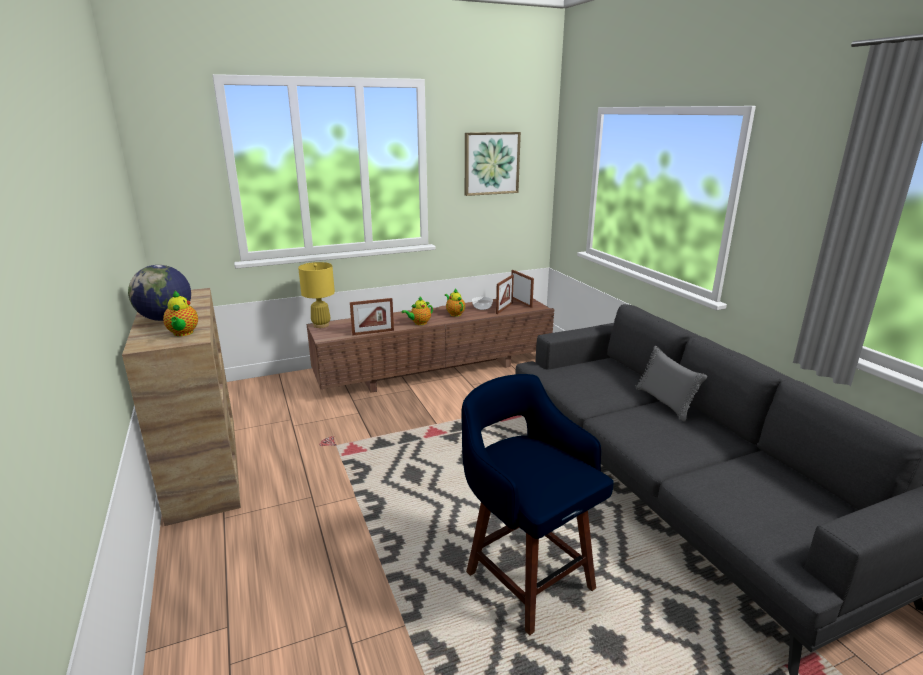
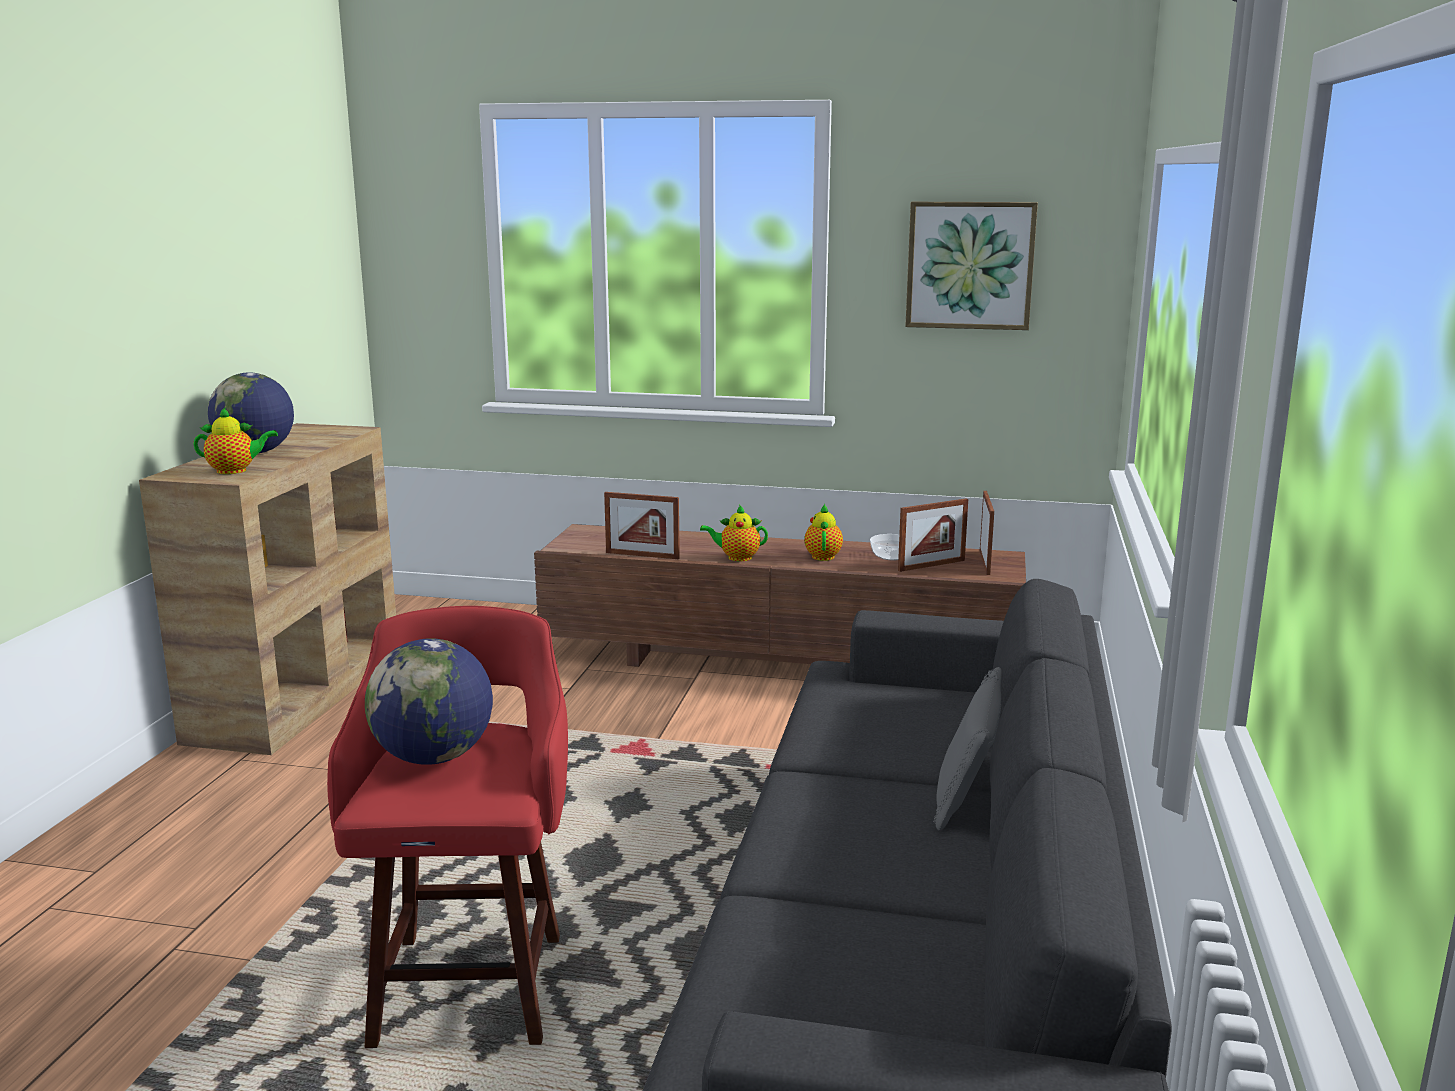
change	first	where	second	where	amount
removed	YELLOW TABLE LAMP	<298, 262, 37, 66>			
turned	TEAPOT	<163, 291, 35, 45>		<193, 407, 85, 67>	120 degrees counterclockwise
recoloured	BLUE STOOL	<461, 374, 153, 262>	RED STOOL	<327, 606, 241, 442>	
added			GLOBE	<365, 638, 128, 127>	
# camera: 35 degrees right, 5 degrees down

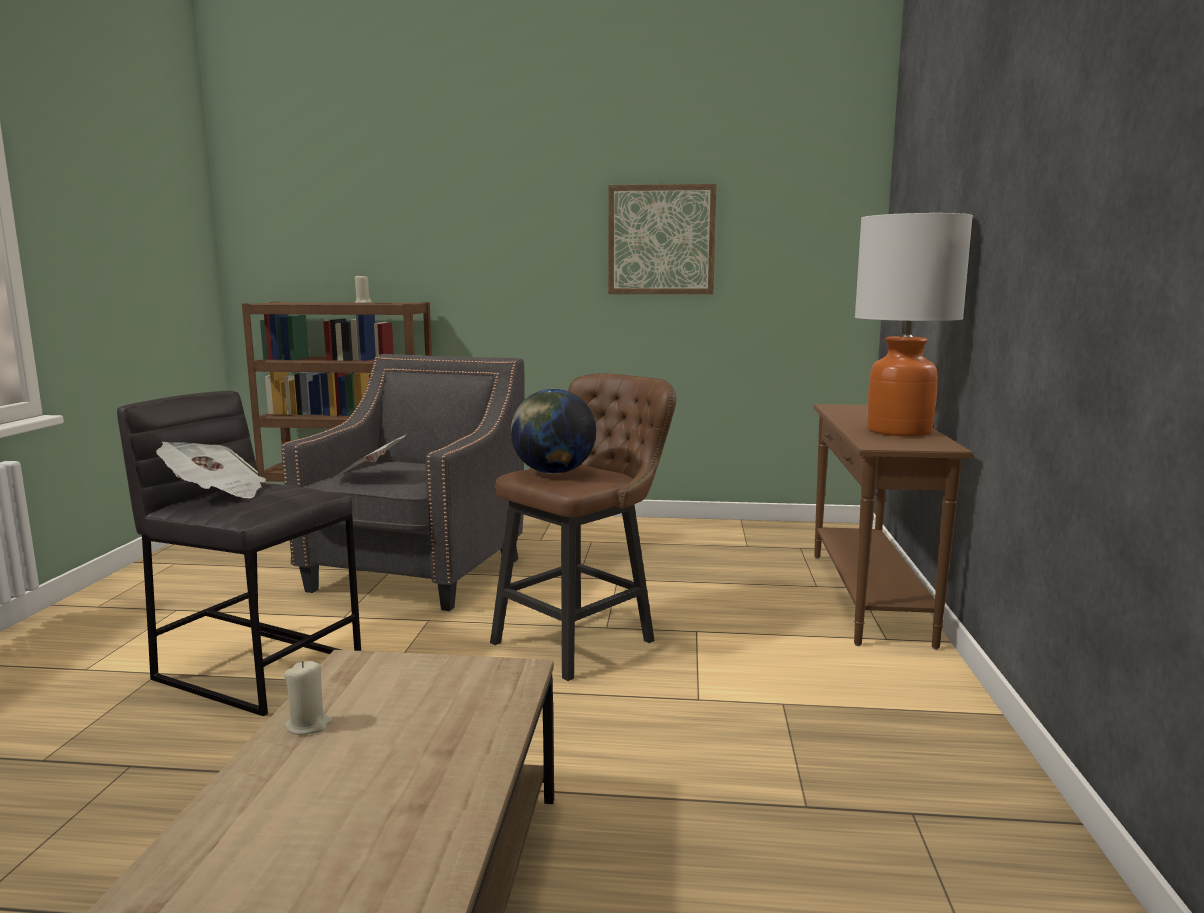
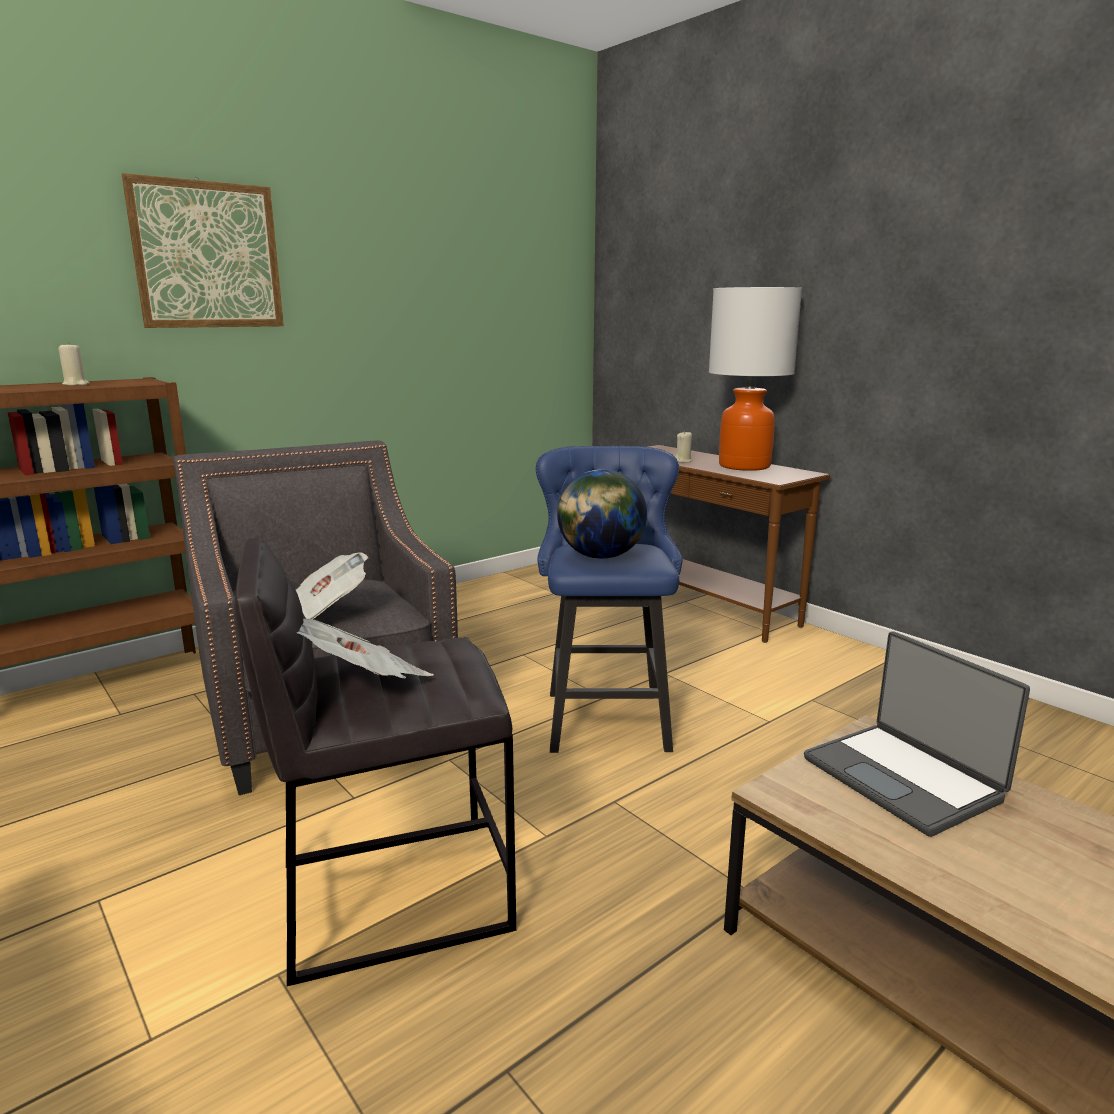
change	first	where	second	where	amount
moved	PICTURE	<608, 183, 109, 111>		<122, 173, 162, 155>	
recoloured	BROWN STOOL	<490, 373, 186, 308>	BLUE STOOL	<536, 446, 147, 307>	
moved	BEIGE CANDLE	<284, 661, 48, 74>		<675, 431, 17, 32>	
added			LAPTOP	<804, 632, 226, 205>	
# camera: 45 degrees left, 5 degrees up

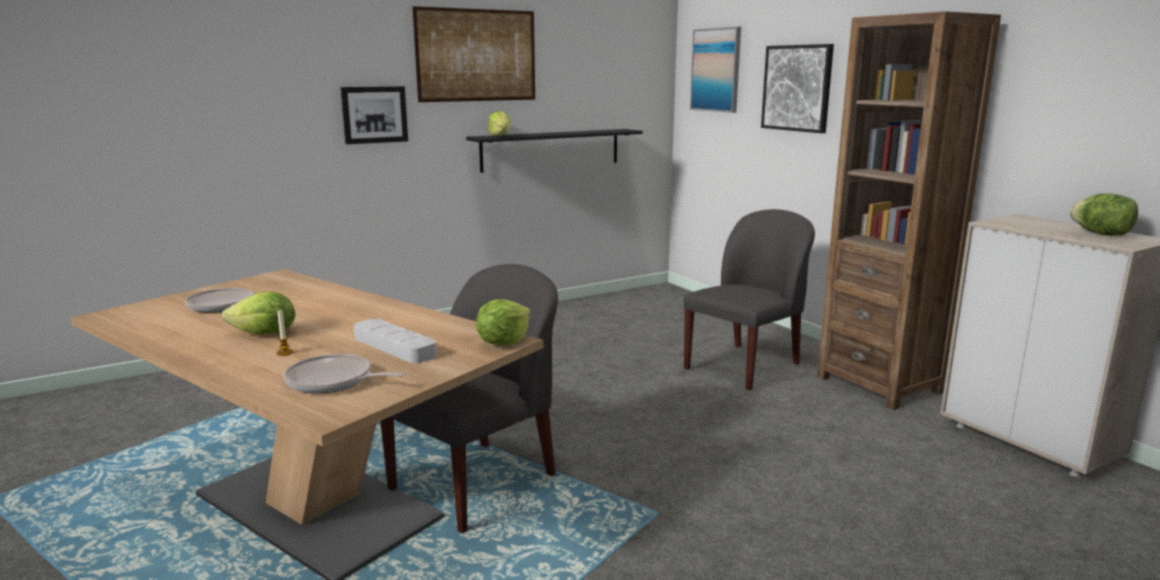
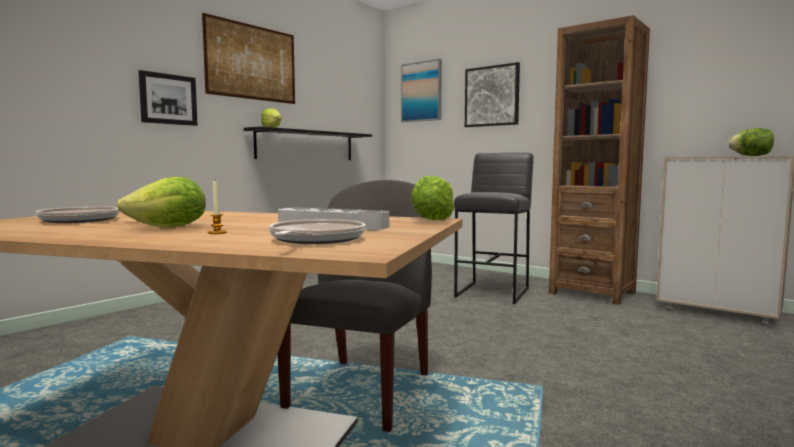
change	first	where	second	where	amount
replaced	GREY CHAIR	<683, 209, 132, 182>	GREY STOOL	<454, 153, 80, 151>	
turned	FRYING PAN	<284, 354, 119, 39>		<269, 219, 97, 25>	105 degrees clockwise
# camera: 20 degrees left, 10 degrees down

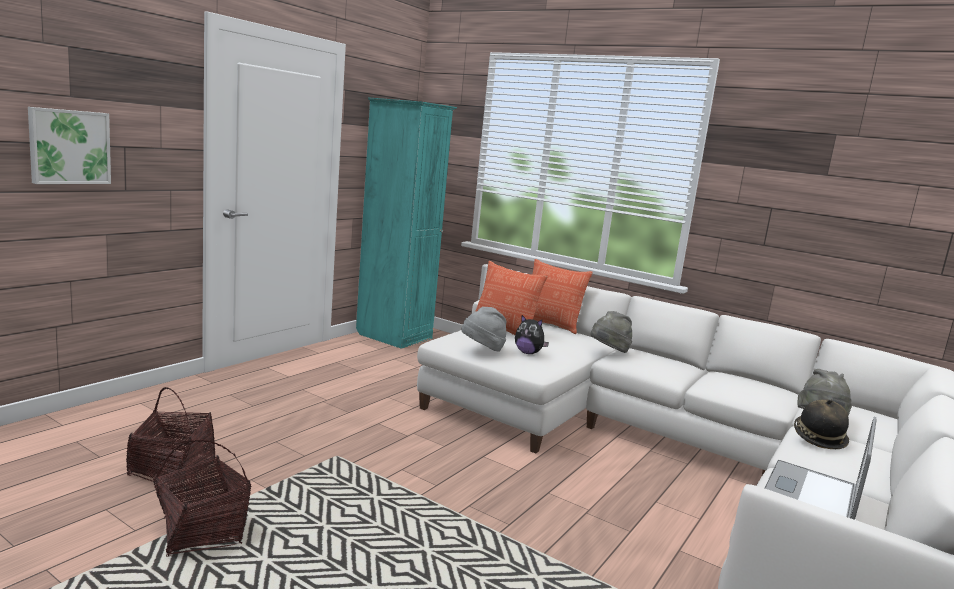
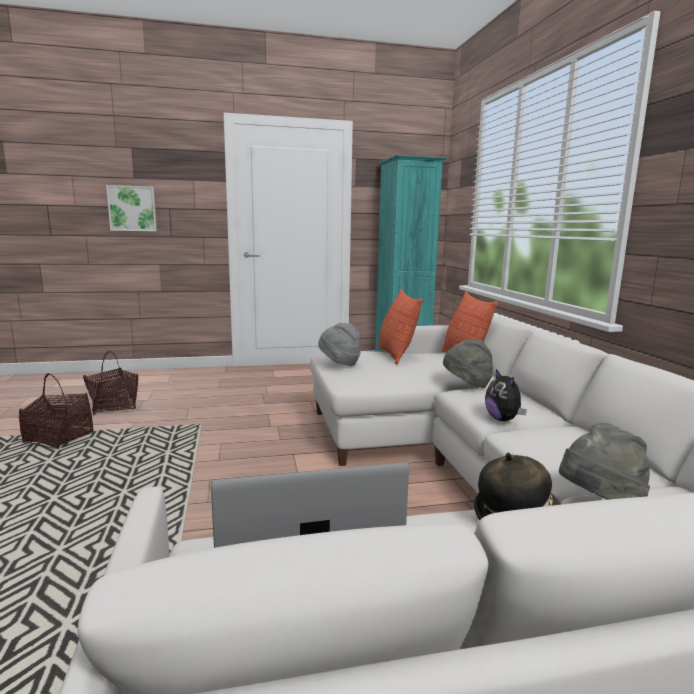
change	first	where	second	where	amount
moved	PLUSH TOY	<515, 315, 34, 39>		<485, 369, 42, 52>	
# camera: 45 degrees right, 0 degrees up

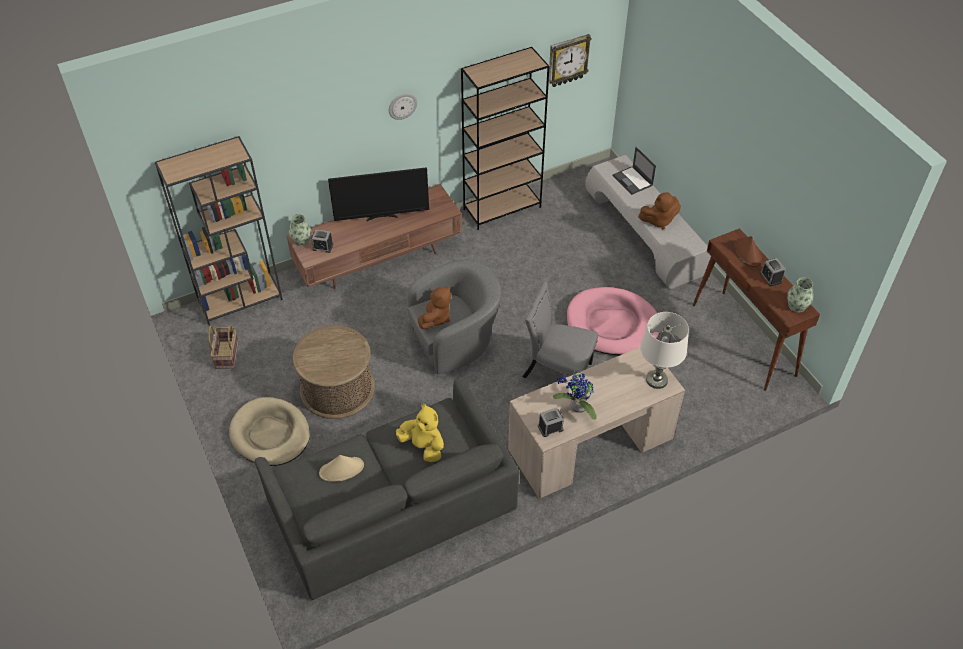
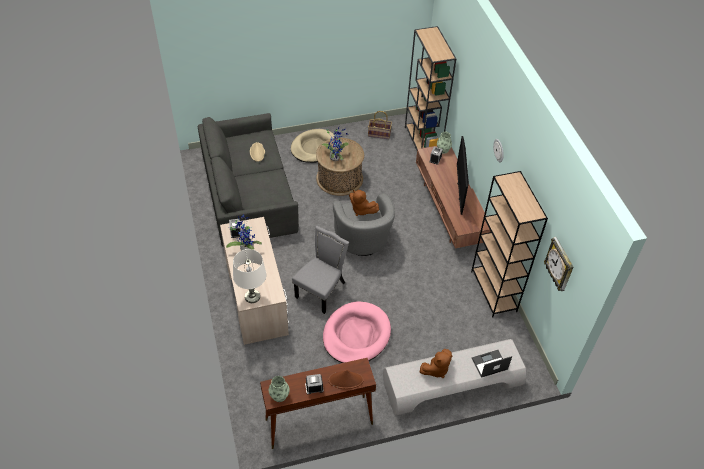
change	first	where	second	where	amount
turned	BROWN PLUSH TOY	<638, 192, 43, 37>		<420, 349, 33, 29>	120 degrees counterclockwise
removed	YELLOW PLUSH TOY	<396, 403, 48, 59>			
added			POTTED PLANT	<322, 126, 27, 35>	
# camera: 100 degrees right, 0 degrees up

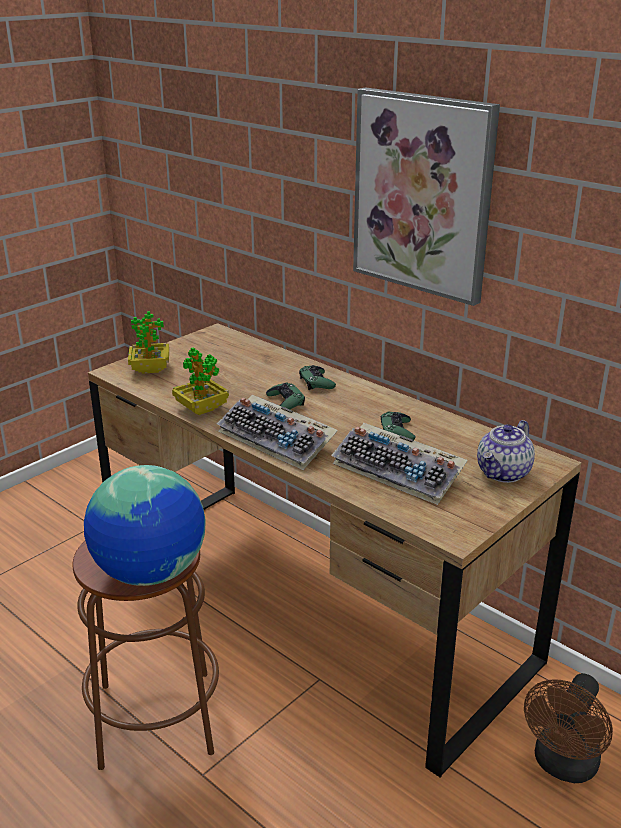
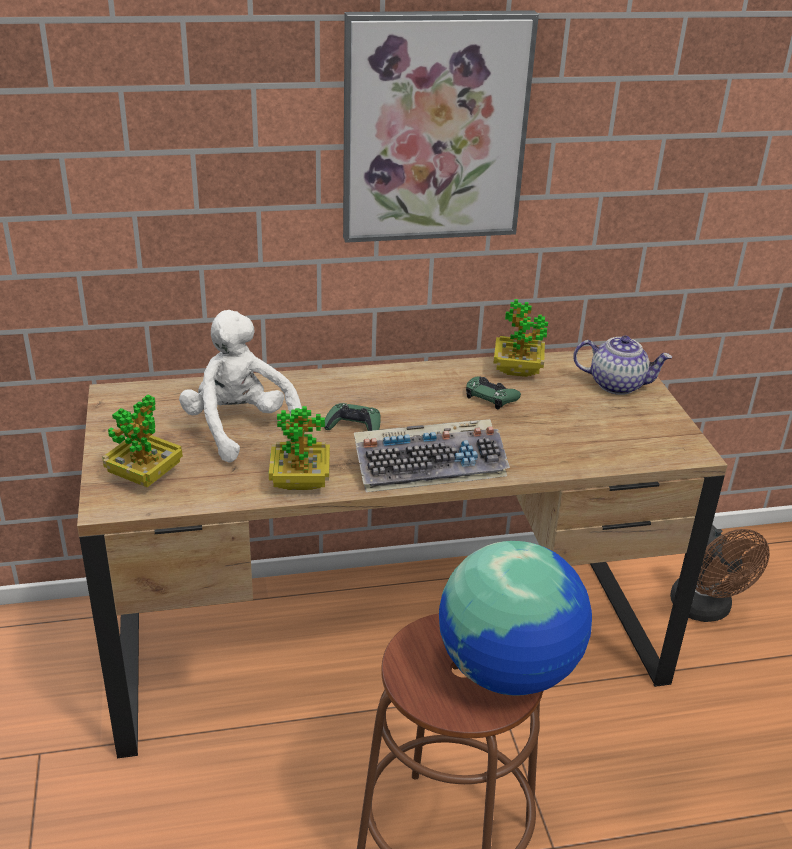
change	first	where	second	where	amount
removed	GREEN GAME CONTROLLER	<299, 365, 37, 25>			
turned	TEAPOT	<477, 420, 58, 63>		<573, 336, 99, 59>	60 degrees counterclockwise
removed	KEYBOARD	<331, 423, 137, 82>			
added			POTTED PLANT	<494, 299, 54, 78>	
added			WHITE PLUSH TOY	<179, 310, 123, 153>	
# camera: 55 degrees left, 5 degrees up

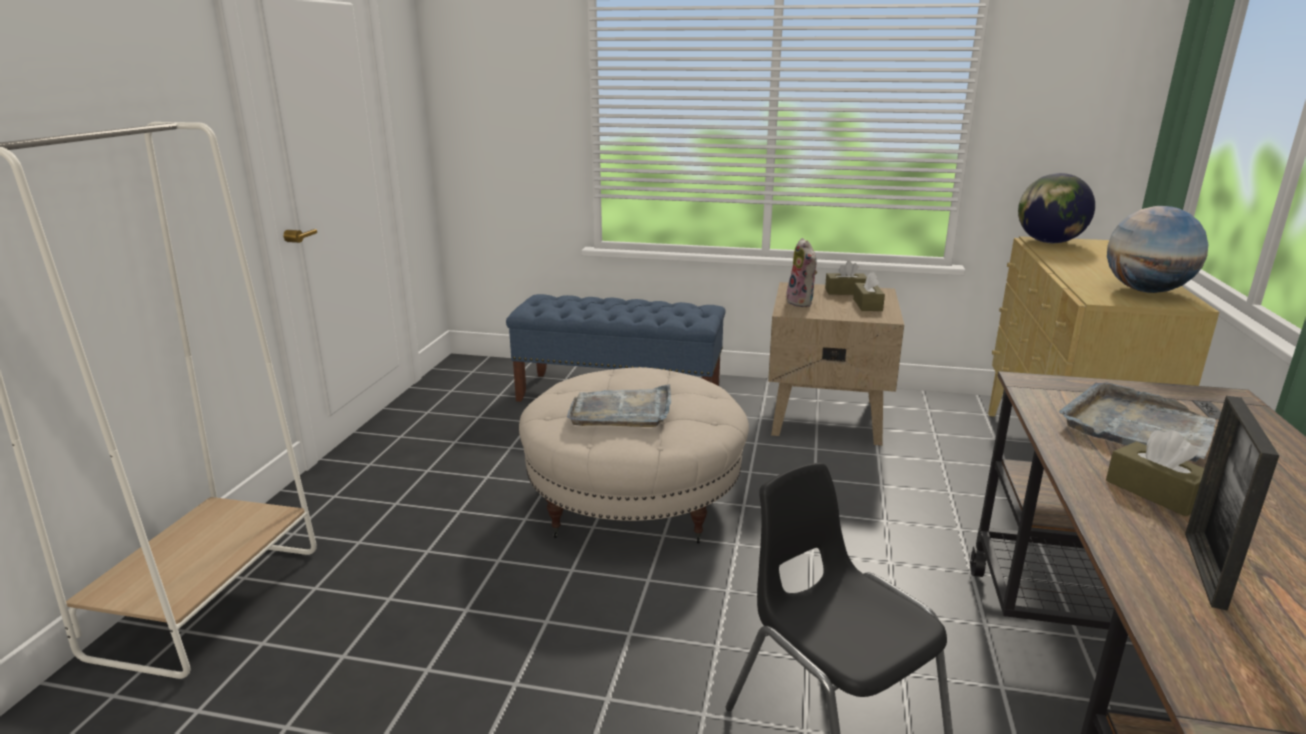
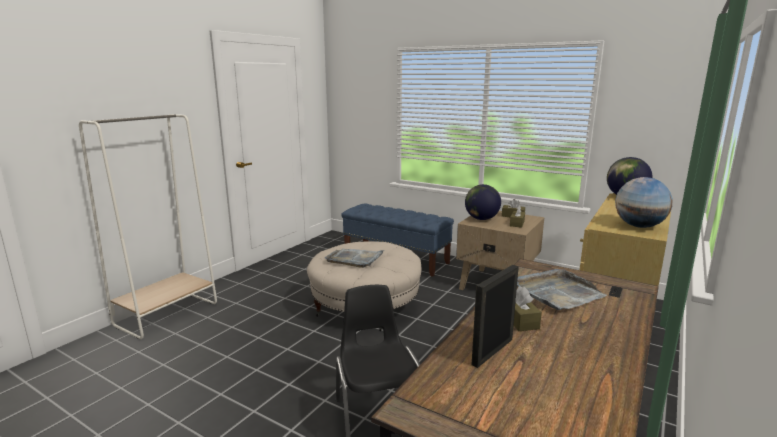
change	first	where	second	where	amount
replaced	PLUSH TOY	<786, 238, 31, 69>	GLOBE	<465, 184, 36, 36>	
# camera: 20 degrees right, 5 degrees down

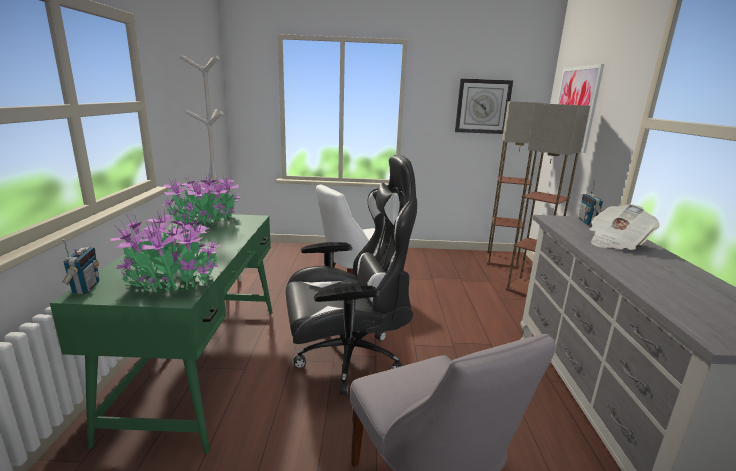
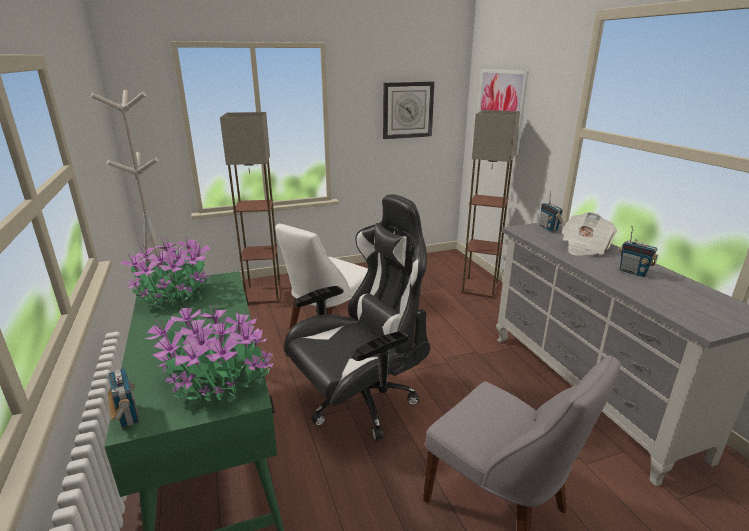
change	first	where	second	where	amount
moved	FLOOR LAMP	<486, 101, 61, 167>		<220, 112, 62, 192>	
added			RADIO	<619, 226, 39, 51>	
# camera: 20 degrees left, 5 degrees up

